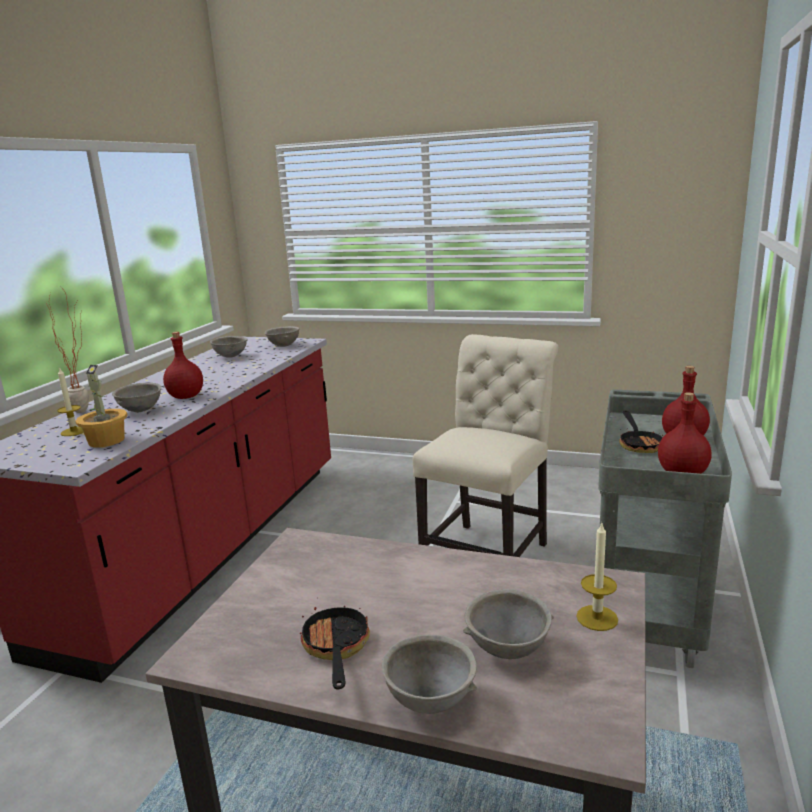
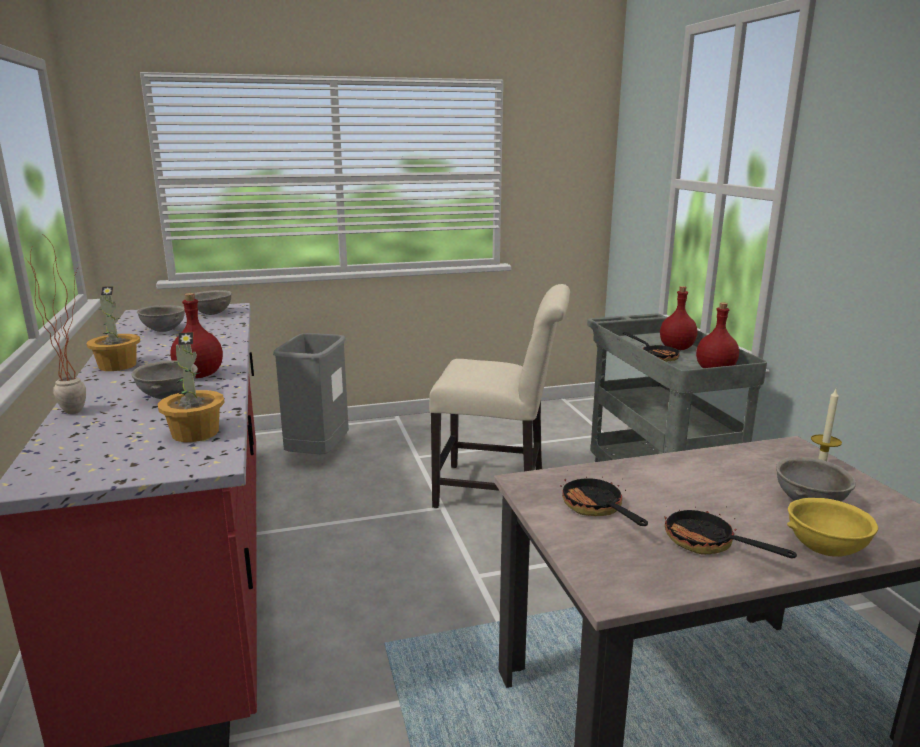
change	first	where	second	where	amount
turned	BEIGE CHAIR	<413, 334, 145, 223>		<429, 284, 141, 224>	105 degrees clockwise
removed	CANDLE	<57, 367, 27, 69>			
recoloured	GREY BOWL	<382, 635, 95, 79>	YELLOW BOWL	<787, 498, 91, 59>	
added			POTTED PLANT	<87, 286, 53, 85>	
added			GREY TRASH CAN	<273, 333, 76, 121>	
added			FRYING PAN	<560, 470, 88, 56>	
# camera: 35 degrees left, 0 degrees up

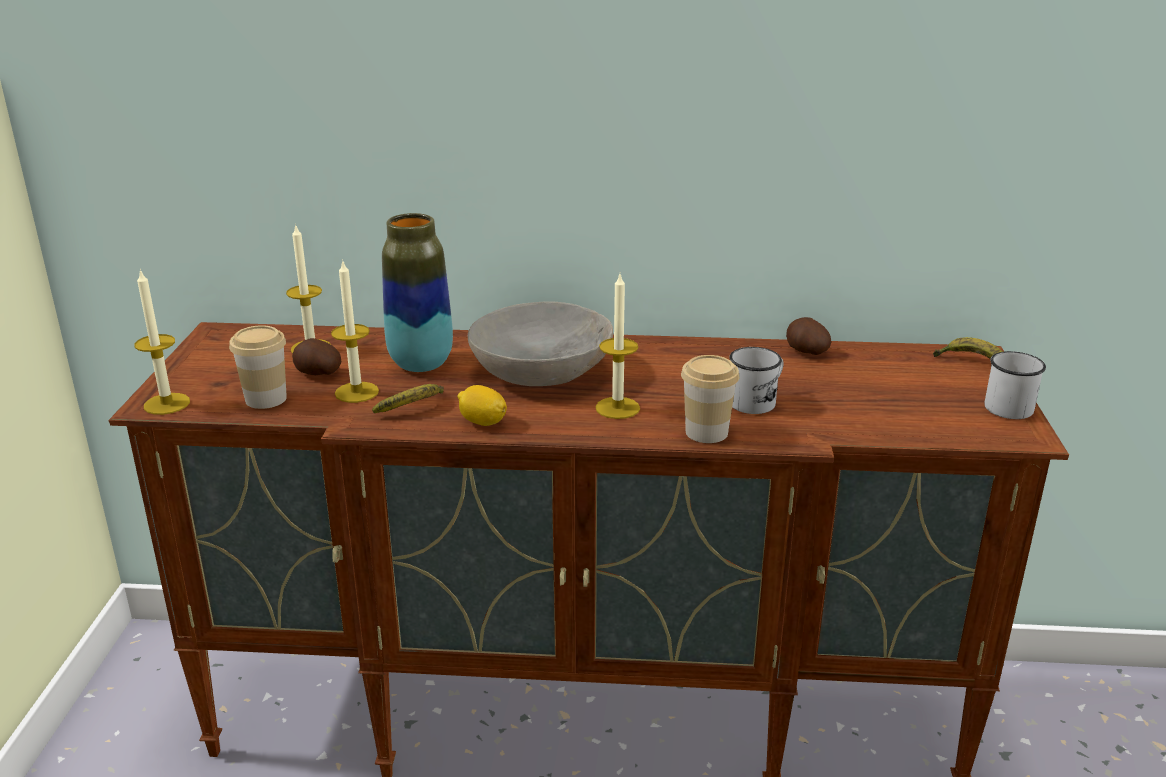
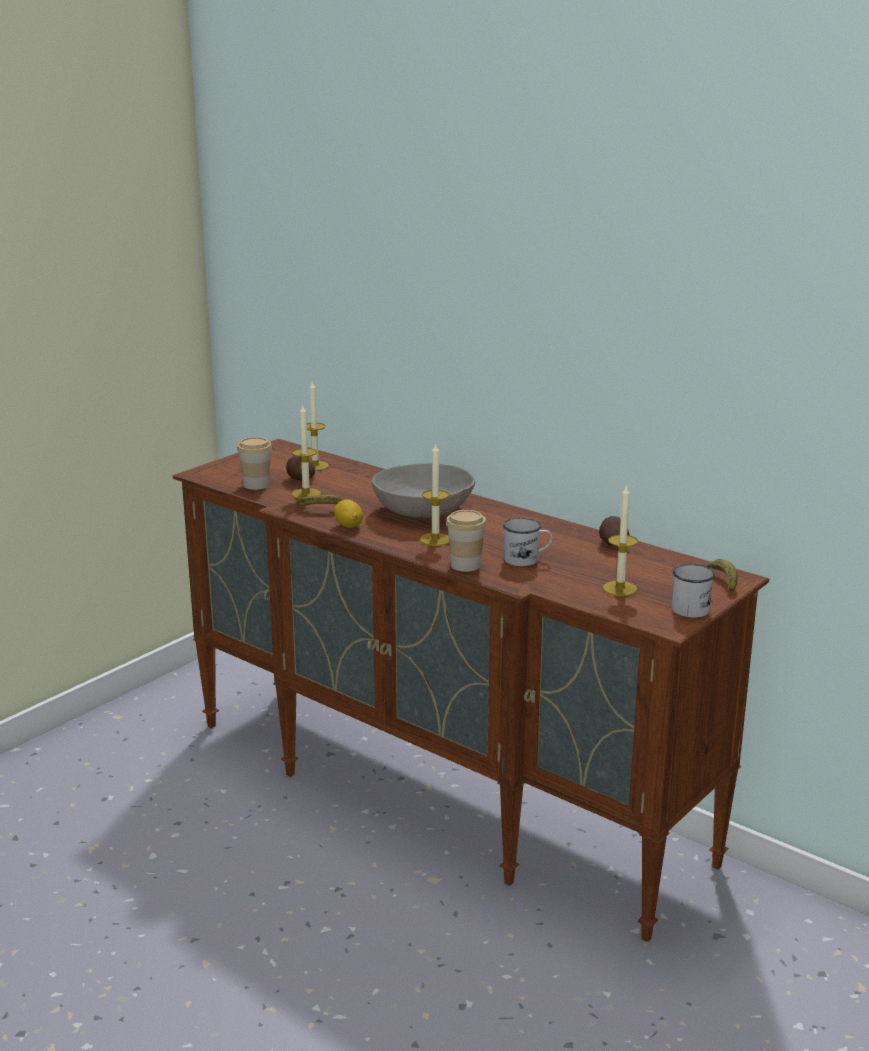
change	first	where	second	where	amount
removed	VASE	<382, 213, 71, 159>			
moved	CANDLE	<134, 269, 56, 146>		<603, 484, 35, 112>	
# camera: 35 degrees right, 5 degrees down

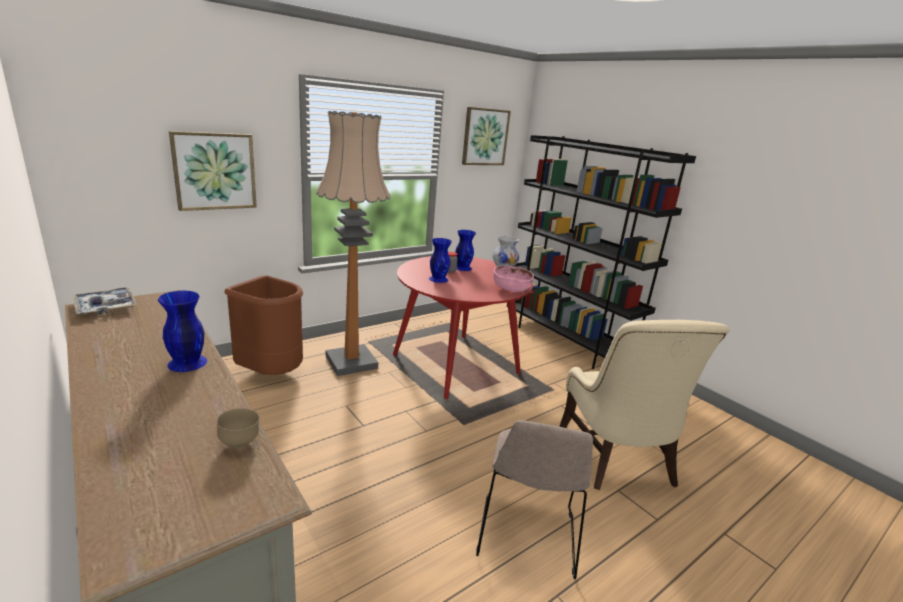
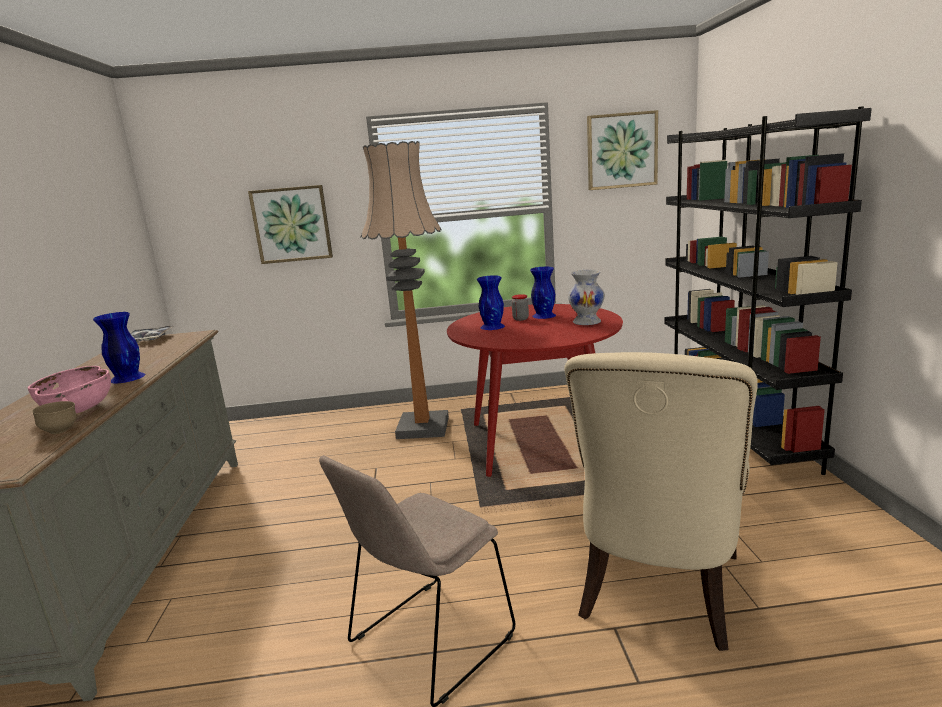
change	first	where	second	where	amount
moved	PINK BOWL	<493, 266, 41, 26>		<28, 366, 83, 47>	
removed	BROWN TRASH CAN	<224, 275, 79, 100>			
# camera: 35 degrees right, 5 degrees down

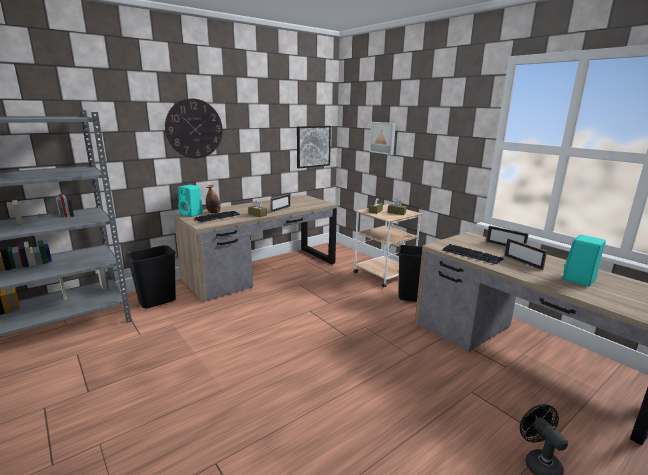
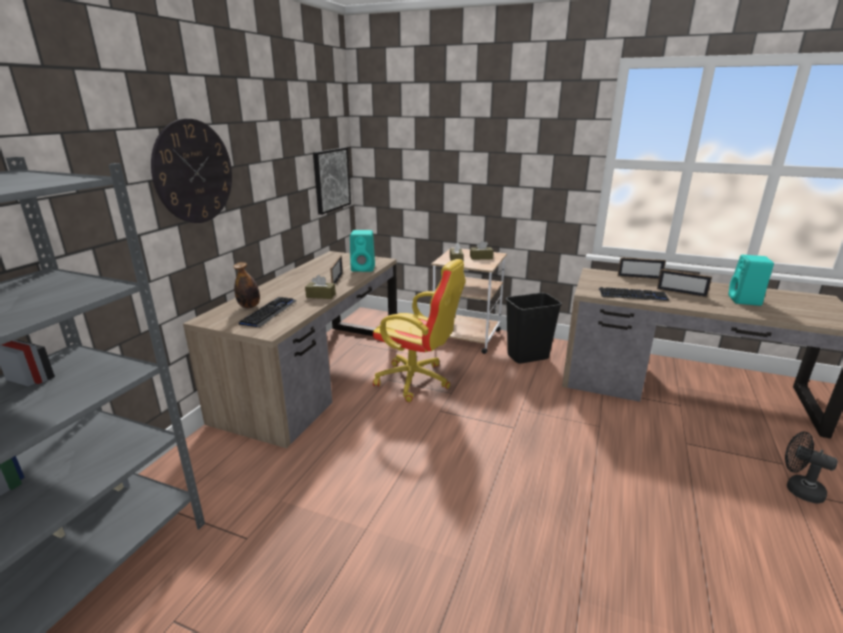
change	first	where	second	where	amount
removed	PICTURE	<369, 122, 27, 33>			
moved	TURQUOISE SPEAKER	<178, 185, 25, 32>		<350, 230, 25, 42>	
removed	BLACK TRASH CAN	<126, 245, 50, 63>			
added			YELLOW OFFICE CHAIR	<373, 259, 93, 143>	
# camera: 30 degrees left, 5 degrees up

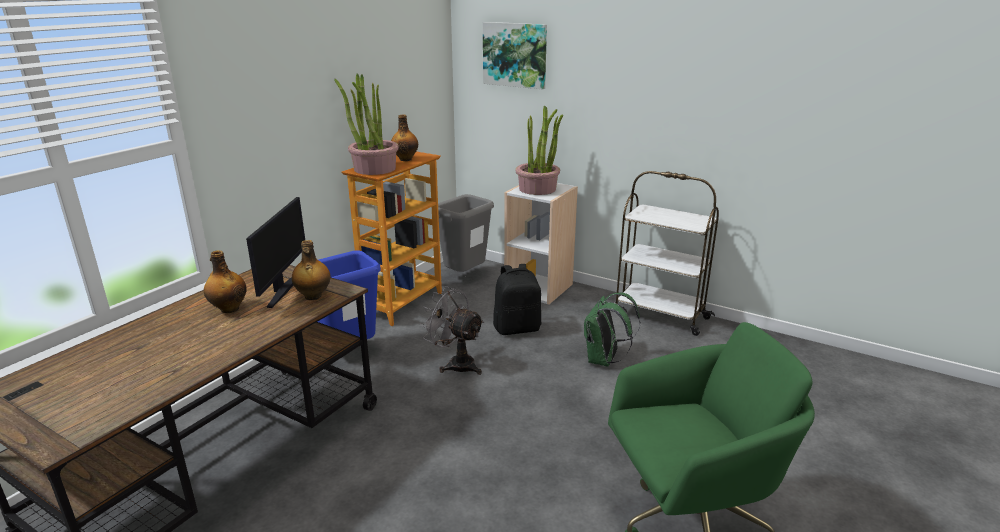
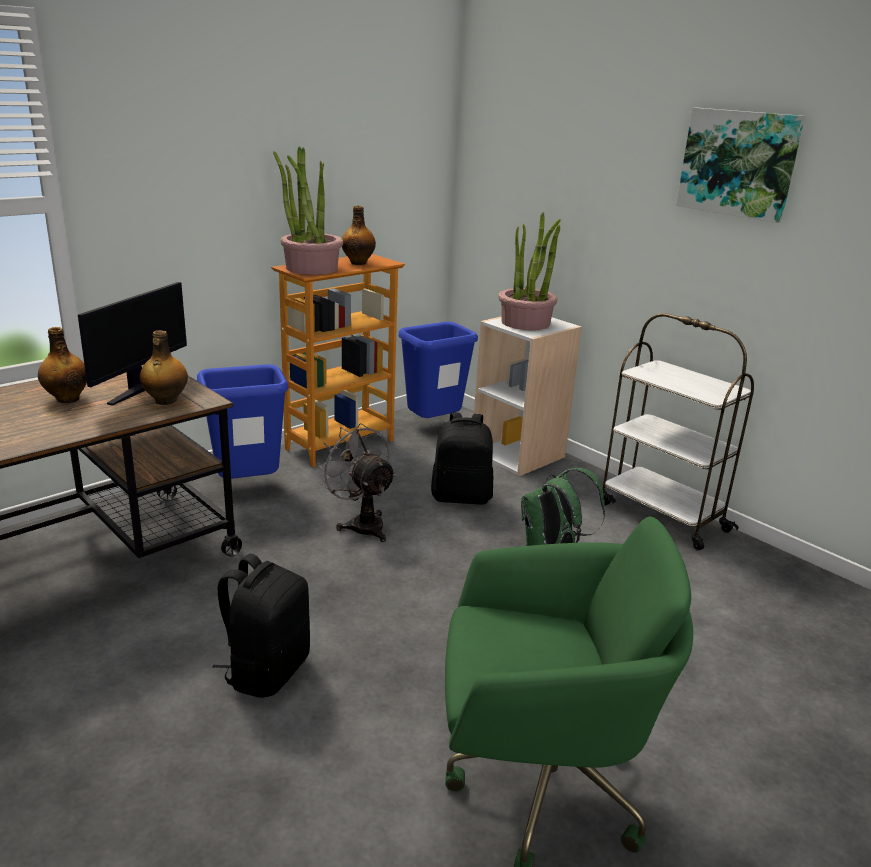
change	first	where	second	where	amount
moved	PICTURE	<483, 22, 64, 68>		<676, 108, 129, 115>	
recoloured	GREY TRASH CAN	<438, 194, 56, 78>	BLUE TRASH CAN	<399, 322, 79, 96>	
added			BLACK BACKPACK	<213, 554, 97, 143>	
# camera: 15 degrees right, 0 degrees up

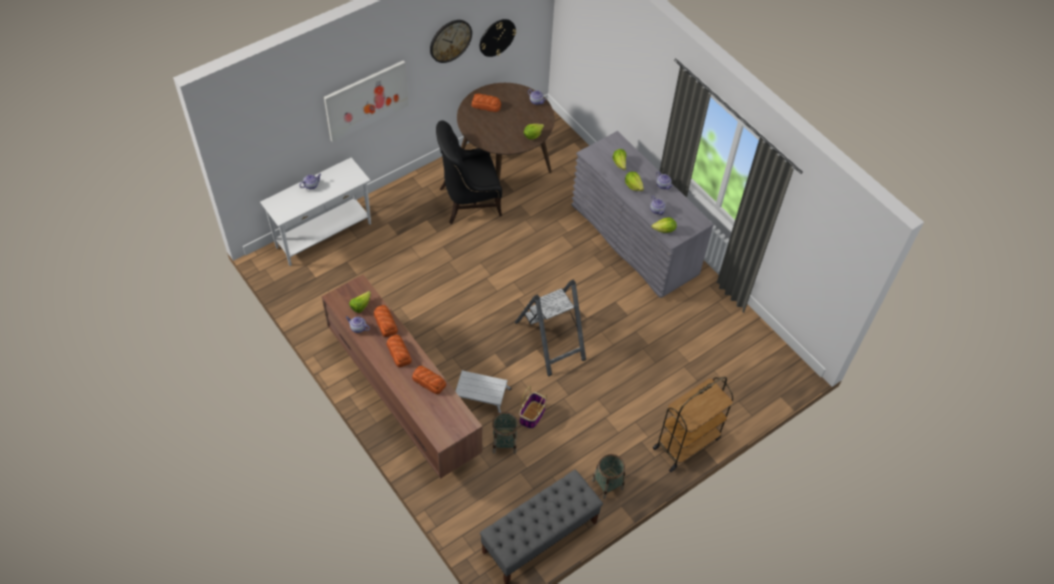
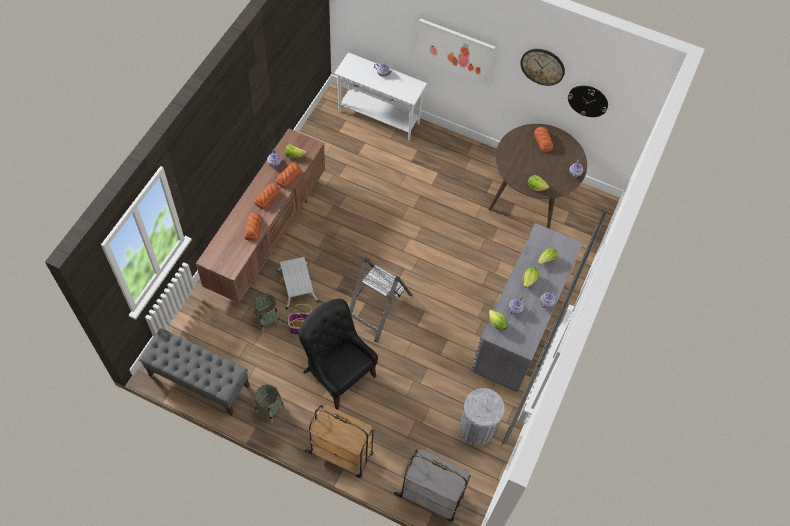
change	first	where	second	where	amount
moved	BLACK CHAIR	<436, 120, 66, 104>		<298, 299, 80, 111>	
added			GREY TRASH CAN	<460, 388, 45, 58>	
added			GREY CART	<394, 449, 77, 72>	
# camera: 60 degrees right, 5 degrees up

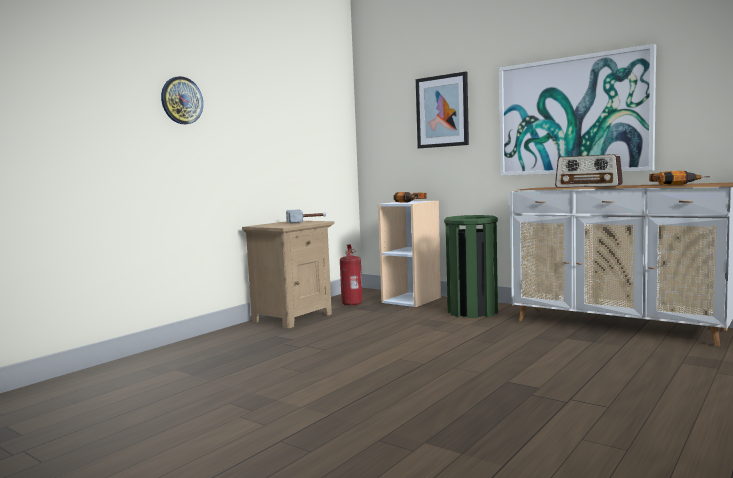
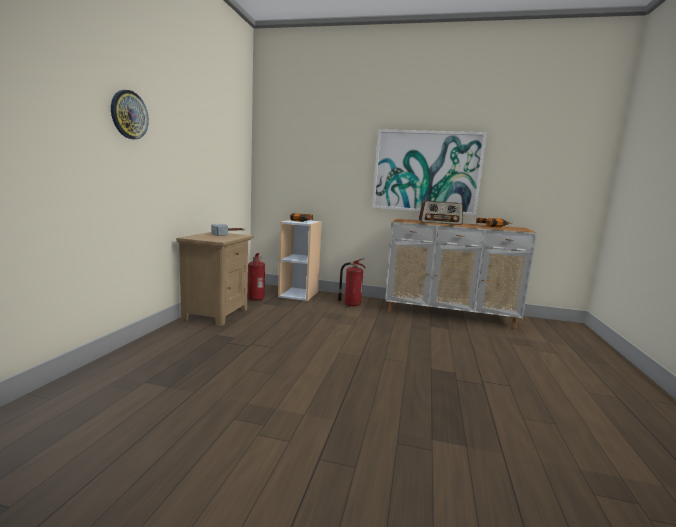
change	first	where	second	where	amount
removed	PICTURE	<416, 71, 53, 77>			
replaced	GREEN TRASH CAN	<444, 215, 54, 103>	FIRE EXTINGUISHER	<338, 259, 28, 47>	
# camera: 25 degrees left, 5 degrees up

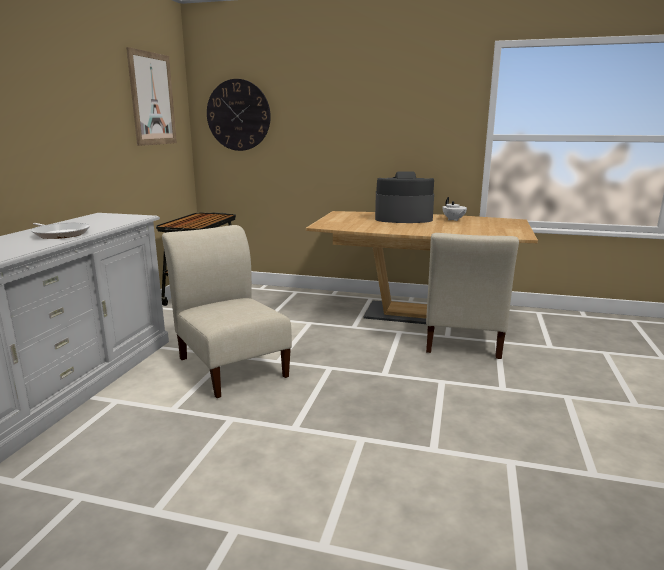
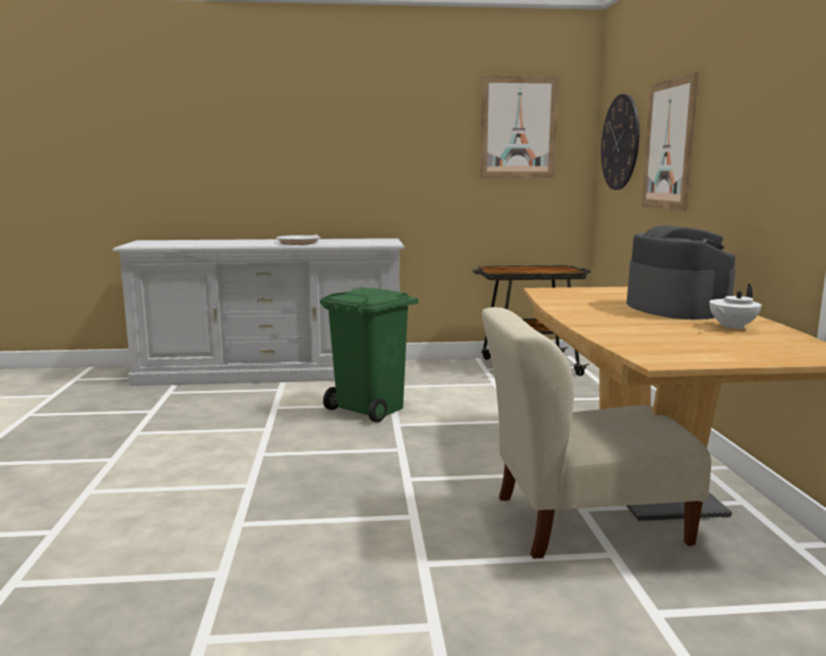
change	first	where	second	where	amount
replaced	BEIGE CHAIR	<162, 225, 130, 173>	GREEN TRASH CAN	<320, 287, 98, 136>	
added			PICTURE	<642, 72, 57, 139>	
# camera: 70 degrees right, 5 degrees down

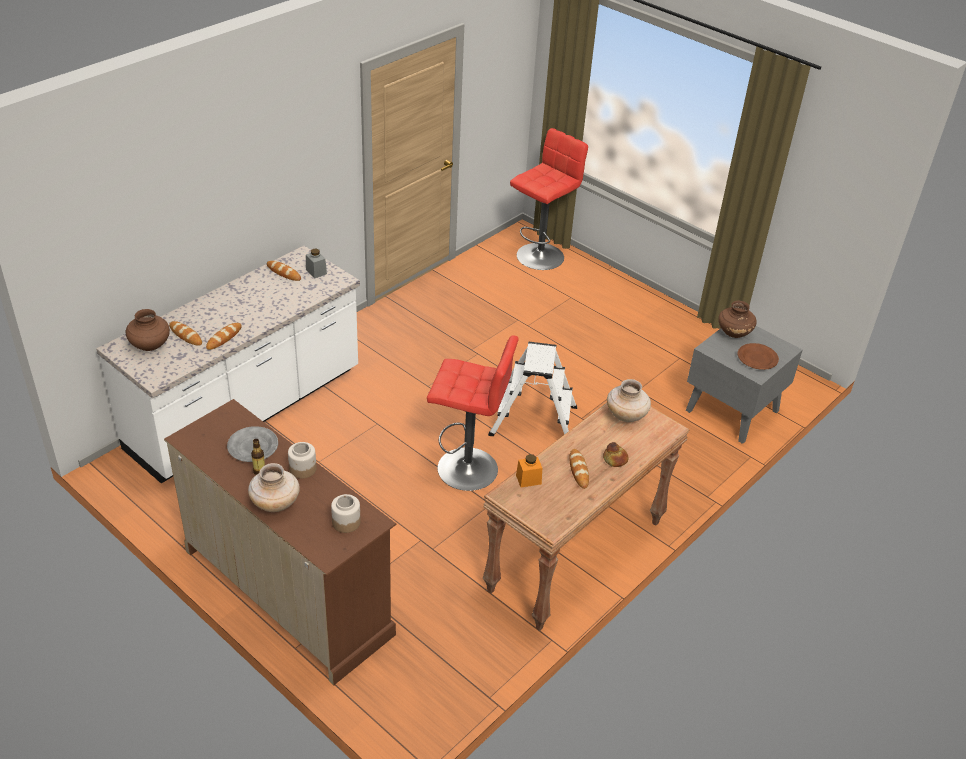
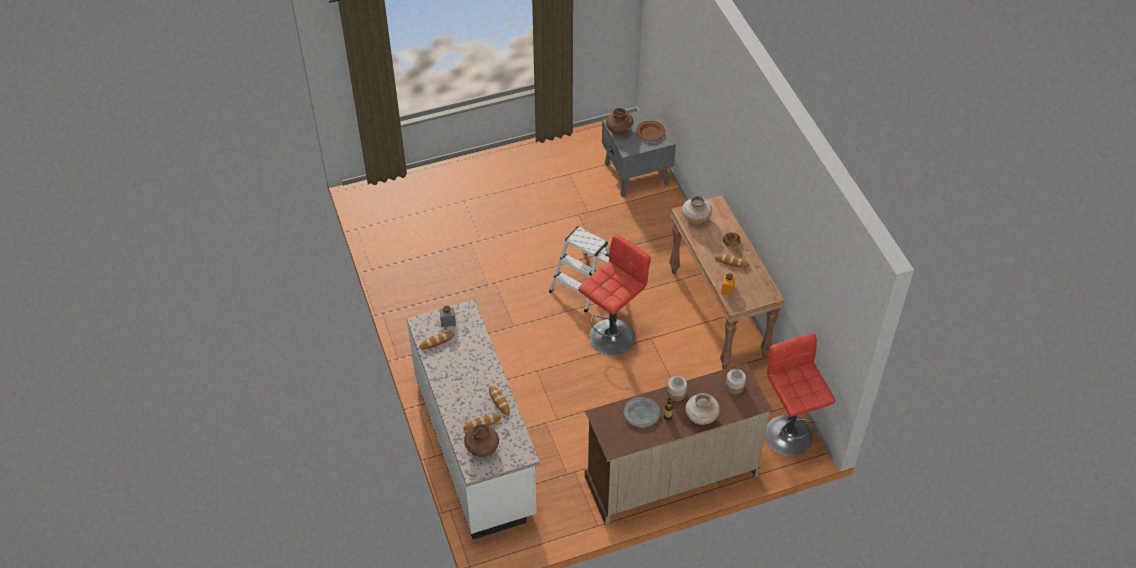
change	first	where	second	where	amount
moved	RED STOOL	<510, 128, 78, 142>		<765, 333, 71, 123>	
# camera: 60 degrees left, 10 degrees up

